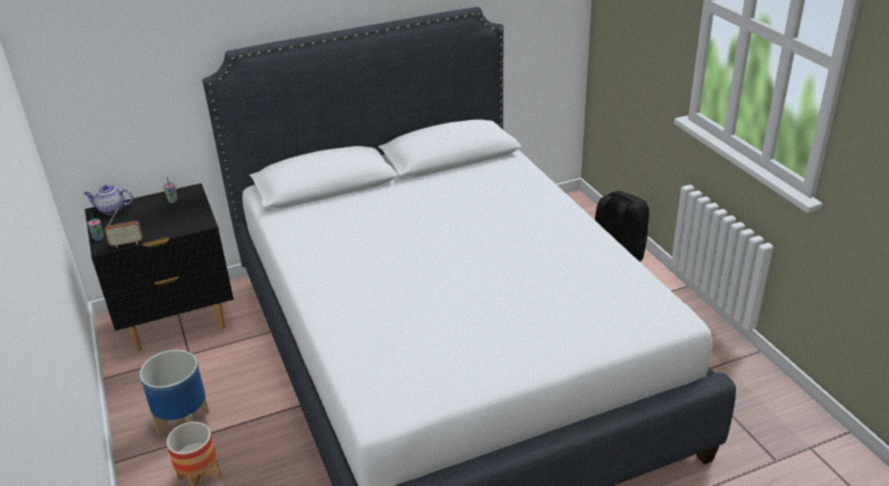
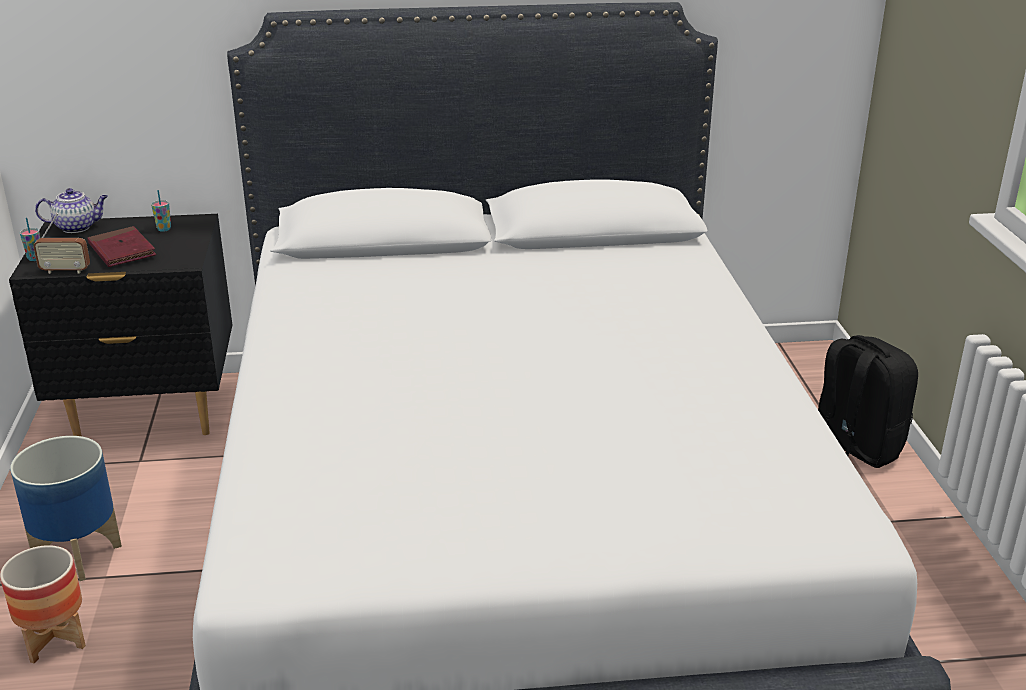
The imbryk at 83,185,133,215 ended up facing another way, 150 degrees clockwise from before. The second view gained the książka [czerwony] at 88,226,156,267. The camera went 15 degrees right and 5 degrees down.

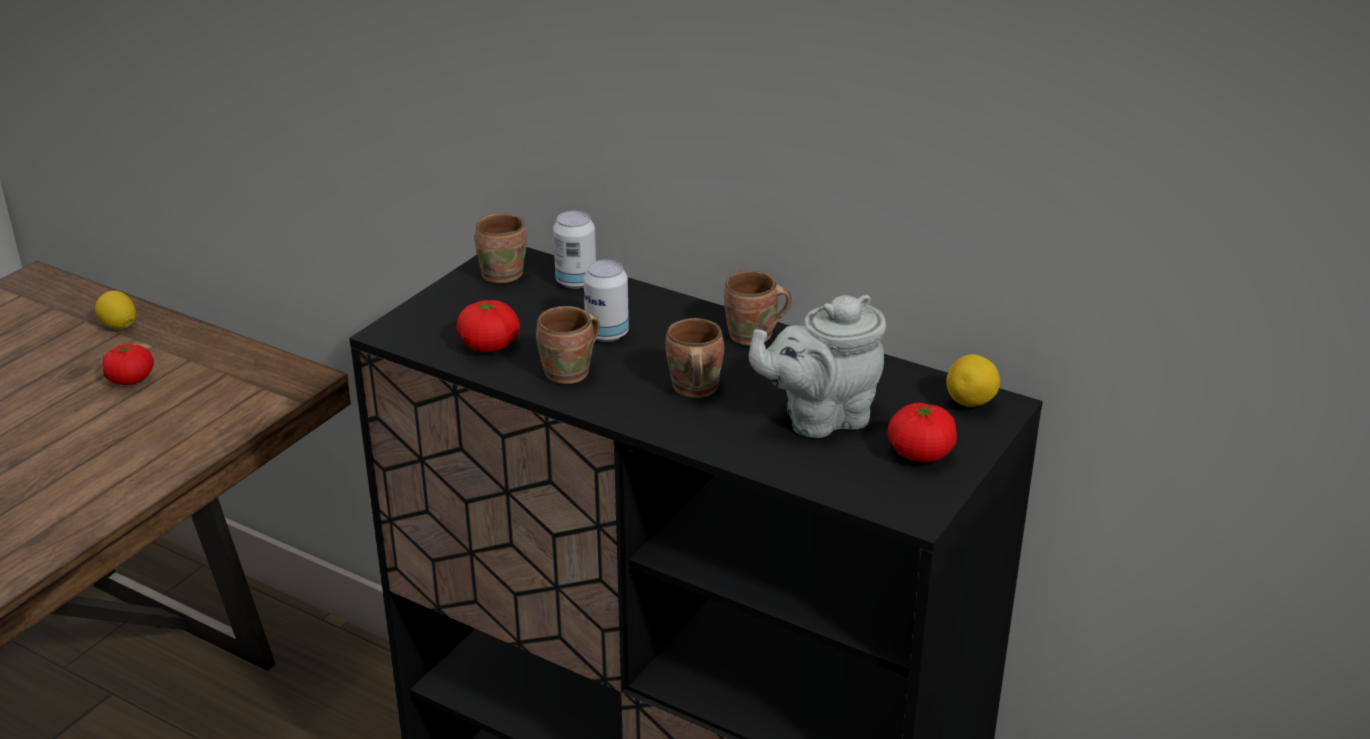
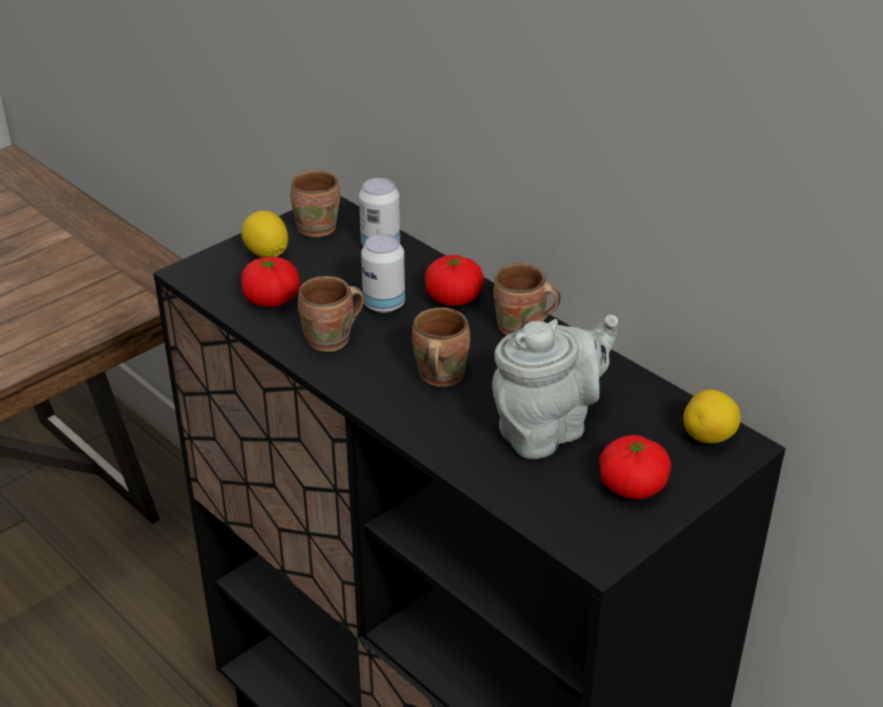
The cytryna ended up elsewhere, having gone from 95,291,136,329 to 241,210,288,258. The imbryk [szary] at 749,295,886,438 ended up facing another way, 150 degrees clockwise from before. The pomidor ended up elsewhere, having gone from 103,344,154,385 to 425,255,484,306. The camera went 15 degrees right and 5 degrees up.

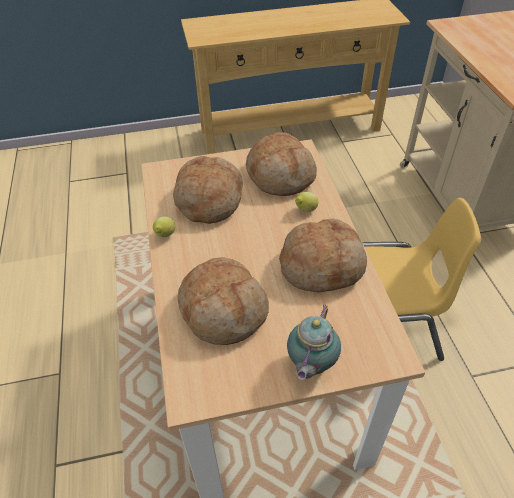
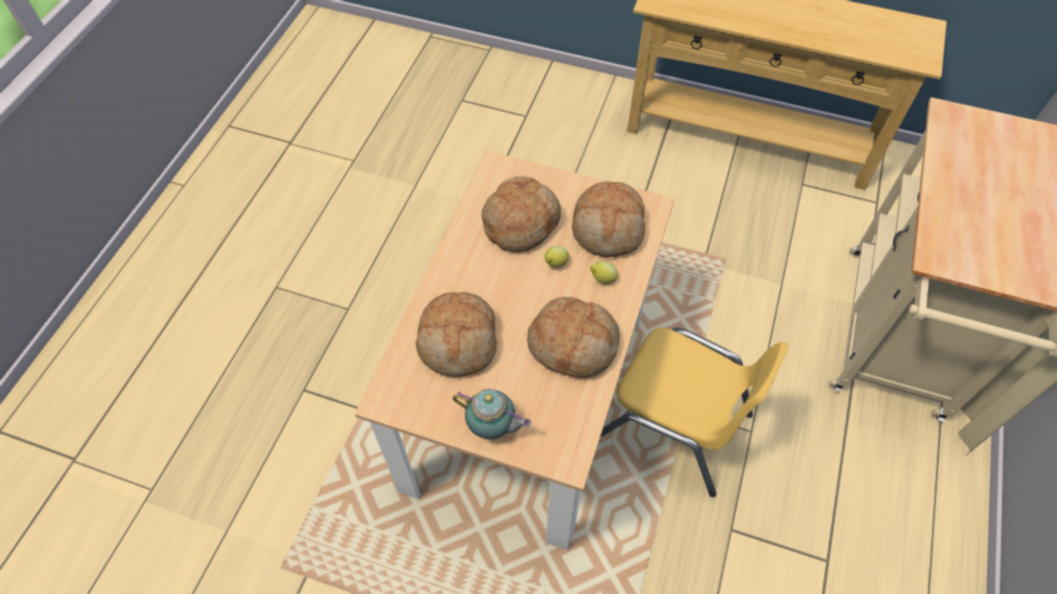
The cytryna ended up elsewhere, having gone from 153,216,175,237 to 545,246,569,267. The imbryk at 287,304,341,380 ended up facing another way, 120 degrees counterclockwise from before. The camera went 30 degrees right and 10 degrees up.

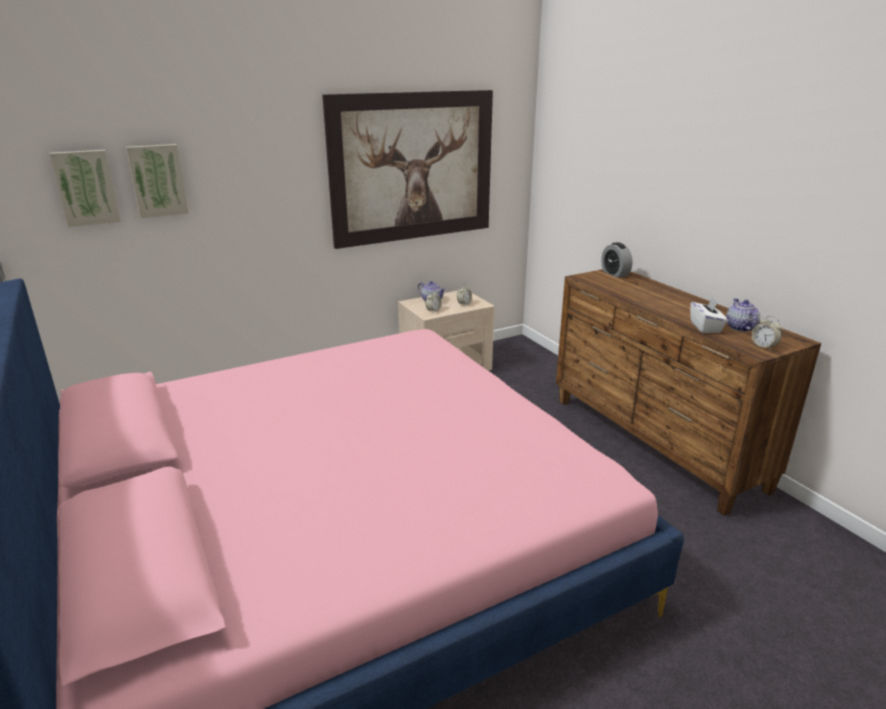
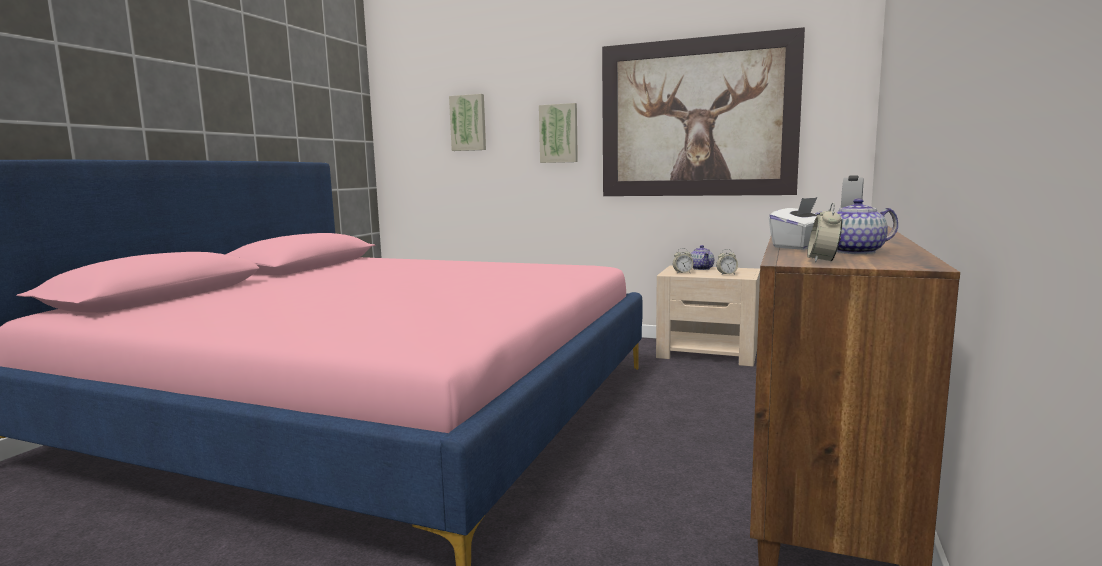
The obraz ended up elsewhere, having gone from 50,150,121,227 to 539,103,578,163. The imbryk at 726,298,760,332 ended up facing another way, 150 degrees counterclockwise from before. The camera went 50 degrees right and 15 degrees down.

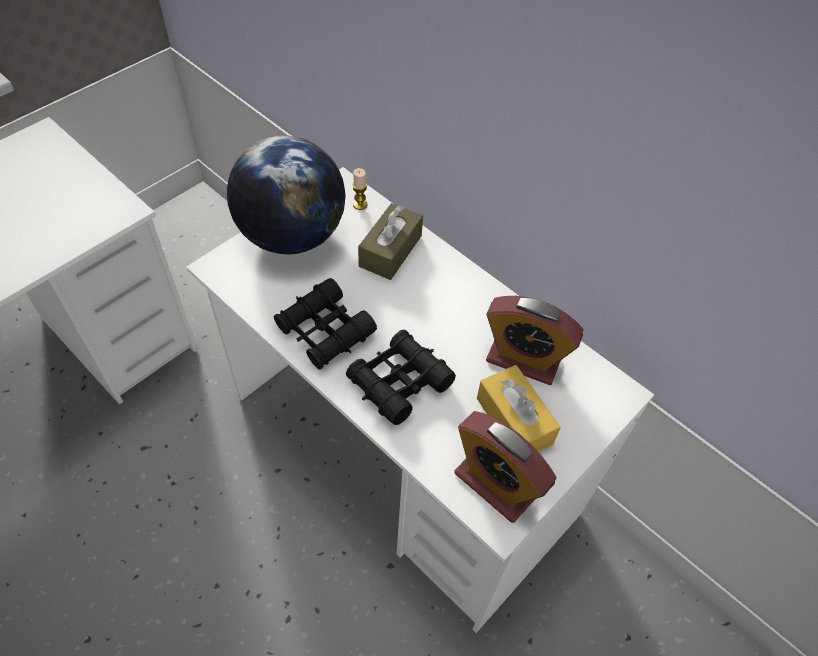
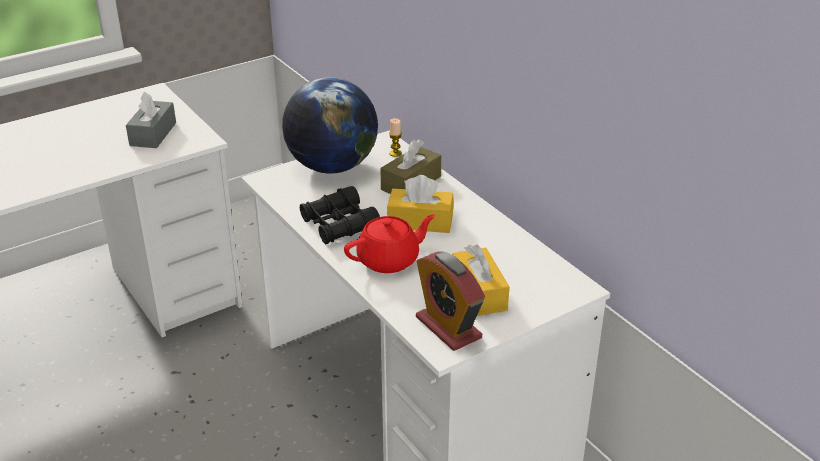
The second view lost the budzik at 486,296,584,385. Where the lornetka [czarny] stood at 346,330,456,425, the imbryk [czerwony] came to stand at 344,215,435,273. The second view gained the pudełko chusteczek [szary] at 126,92,176,148. The second view gained the pudełko chusteczek [żółty] at 387,175,454,233. The camera went 15 degrees right and 20 degrees down.

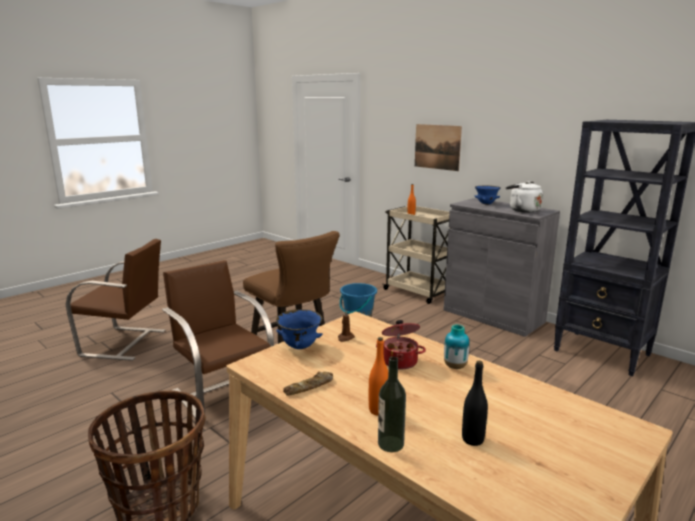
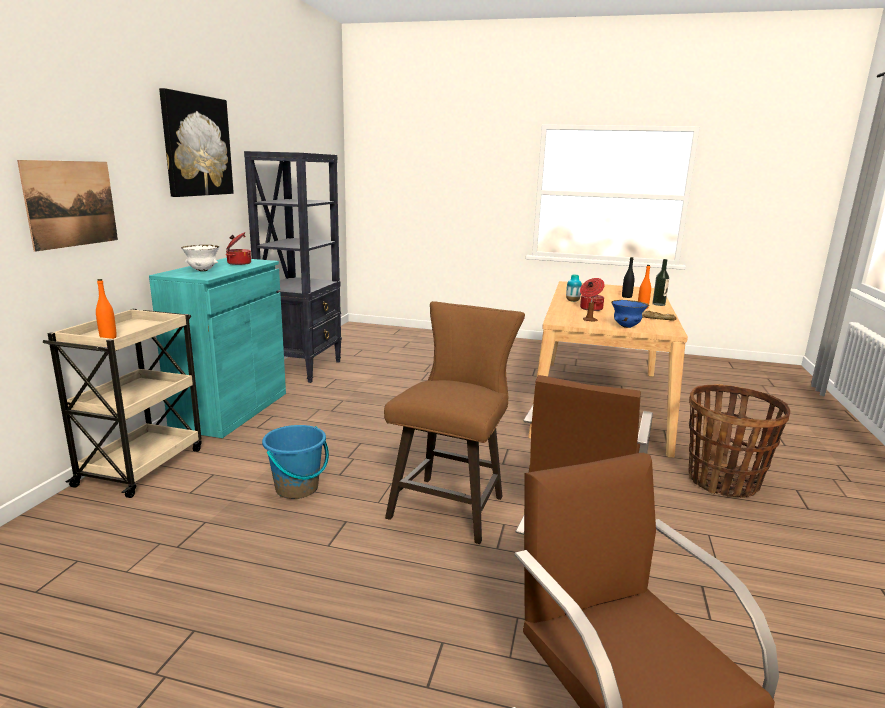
Where the czajnik [biały] stood at 506,181,543,213, the garnek came to stand at 225,232,251,265. What was the miska [niebieski] at 474,185,501,205 turned into the miska [biały] at 181,245,219,271. What was the szafka [szary] at 444,198,560,337 turned into the szafka [turkusowy] at 149,258,286,438. The second view gained the obraz at 159,88,234,197. The camera went 120 degrees left and 0 degrees up.

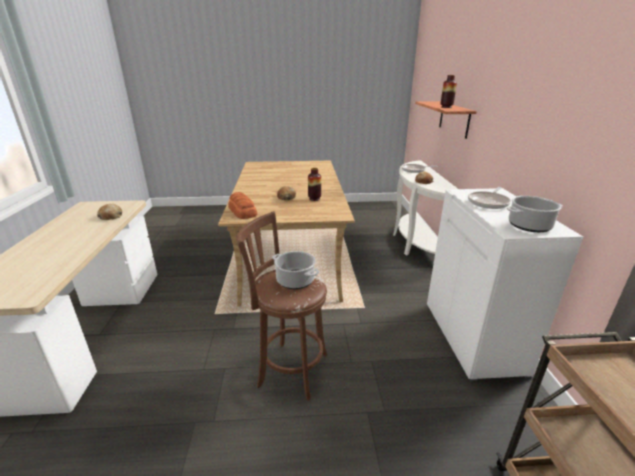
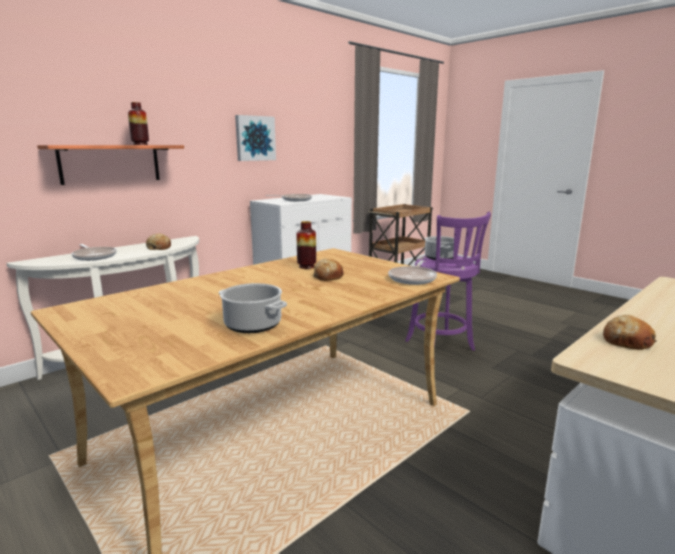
Where the chleb stood at 228,192,257,219, the patelnia came to stand at 388,260,437,285. The garnek ended up elsewhere, having gone from 507,196,563,232 to 219,283,287,333. What was the stołek [brązowy] at 237,211,328,401 turned into the stołek [fioletowy] at 405,212,491,351. The second view gained the obraz at 235,115,276,161. The camera went 130 degrees left and 10 degrees down.

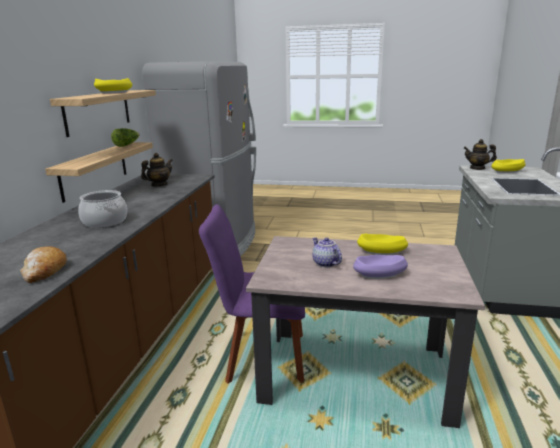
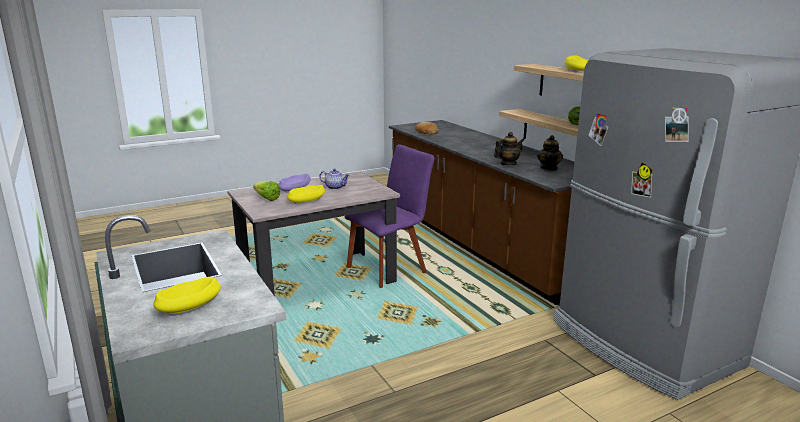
The imbryk ended up elsewhere, having gone from 464,139,497,170 to 494,132,524,165. The second view lost the garnek at 78,190,127,228. The second view gained the sałata at 253,181,280,201. The camera went 140 degrees right and 0 degrees up.

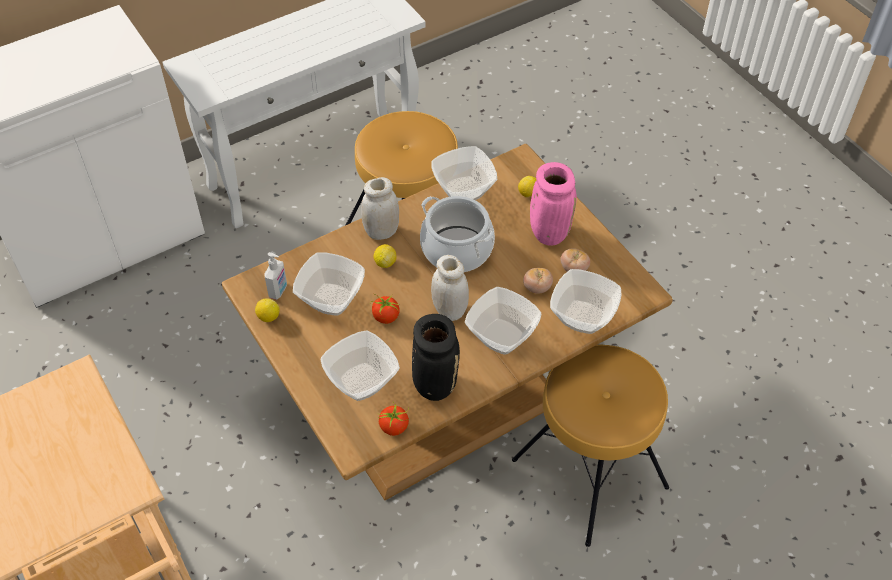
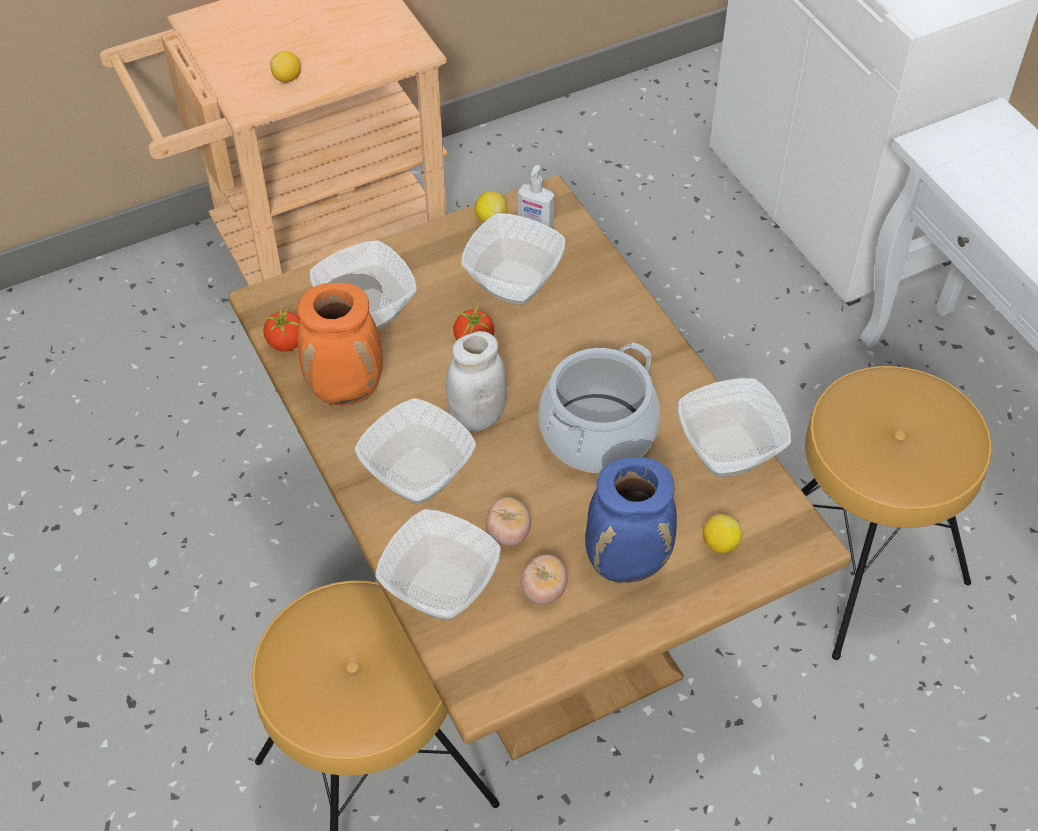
What was the wazon [różowy] at 530,162,576,246 turned into the wazon [niebieski] at 585,457,677,582. The second view lost the słoik [biały] at 361,177,399,240. The cytryna ended up elsewhere, having gone from 374,244,397,268 to 270,51,301,82. What was the wazon [czarny] at 412,314,460,401 turned into the wazon [pomarańczowy] at 297,283,383,405. The camera went 95 degrees right and 0 degrees up.

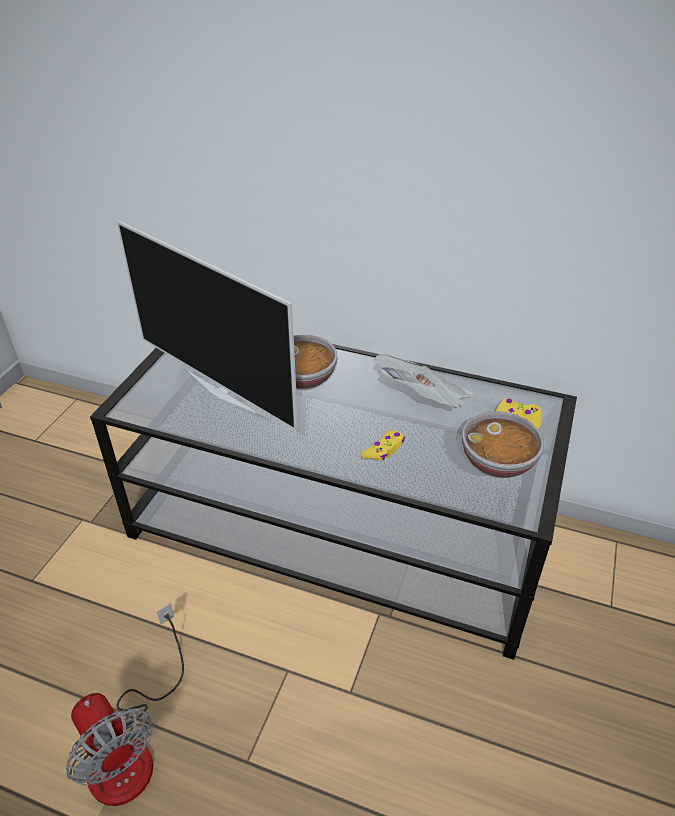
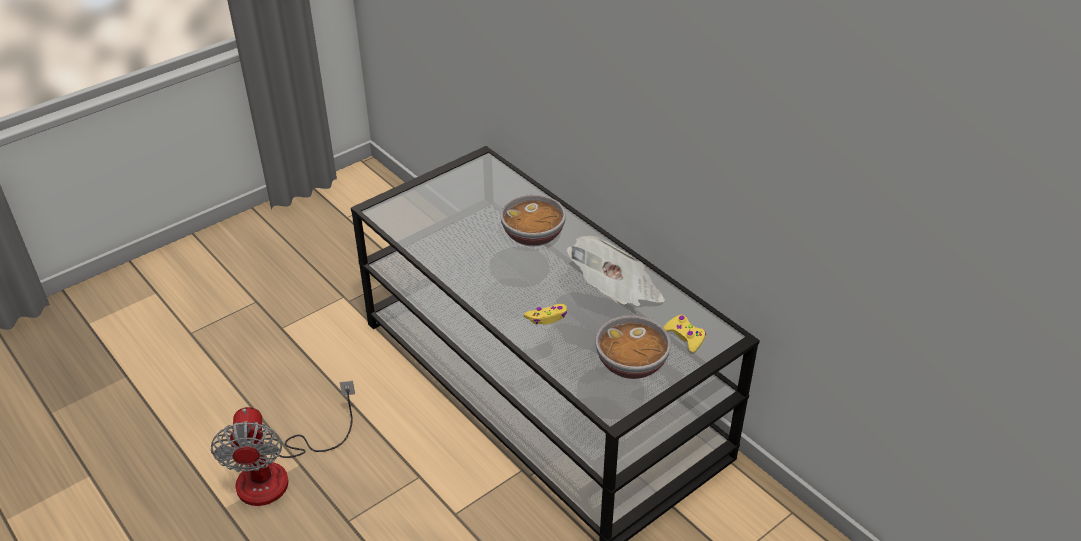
The second view lost the telewizor at 116,220,298,431. The camera went 30 degrees right and 0 degrees up.

